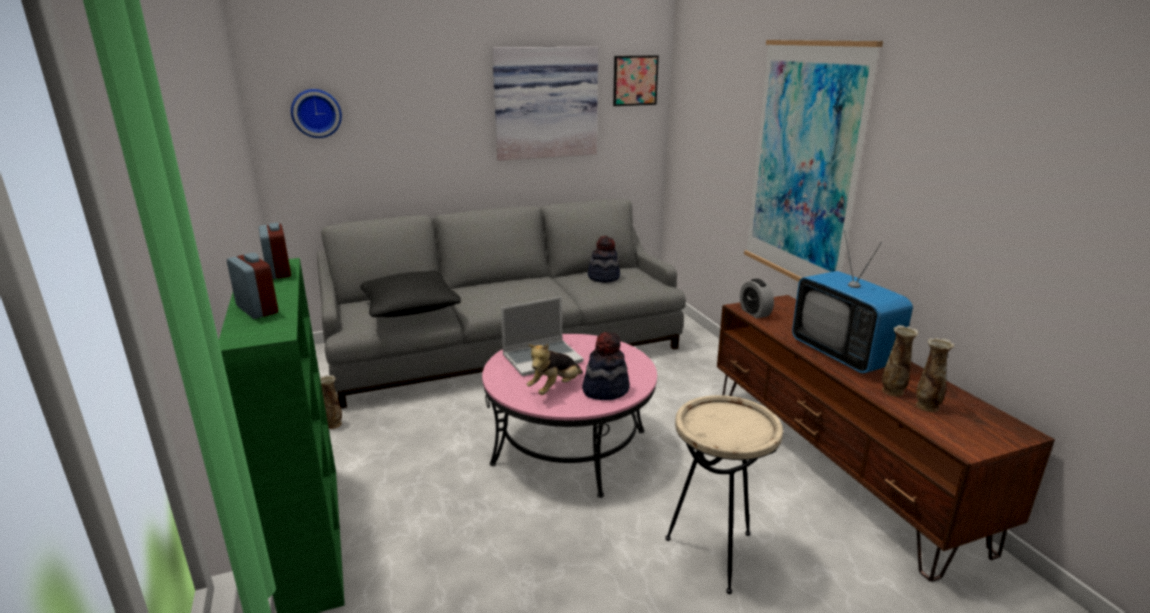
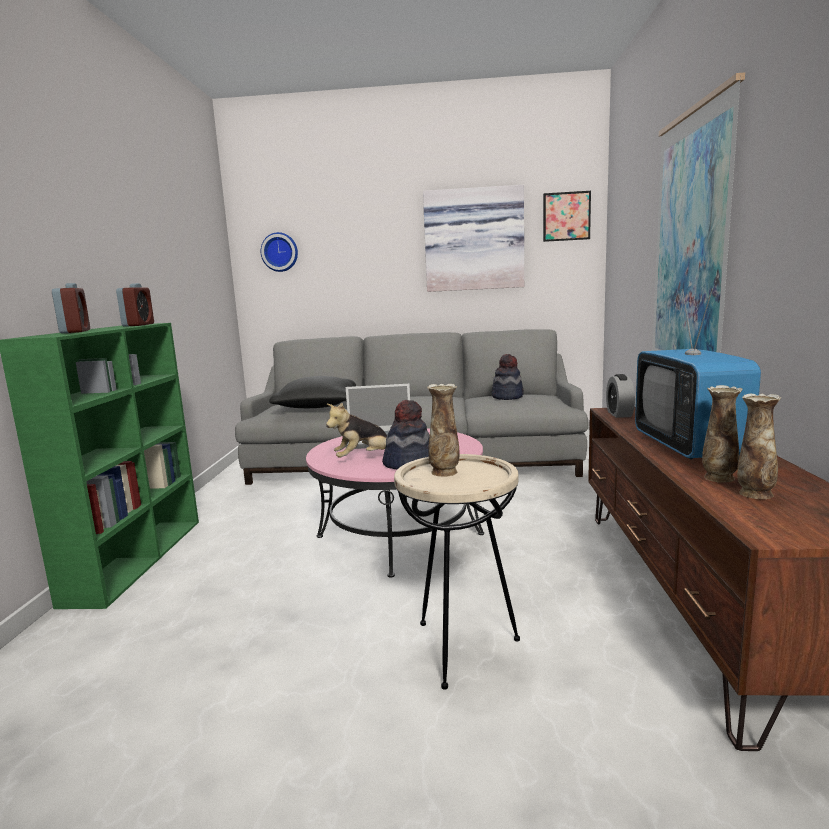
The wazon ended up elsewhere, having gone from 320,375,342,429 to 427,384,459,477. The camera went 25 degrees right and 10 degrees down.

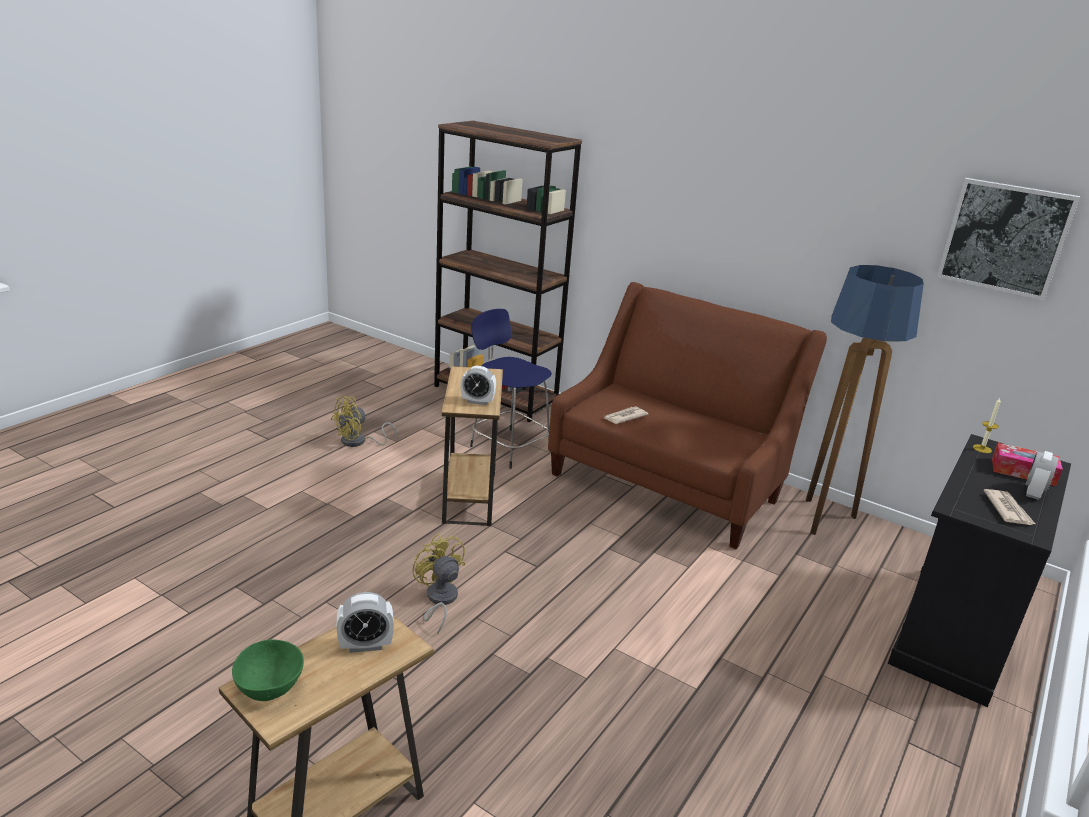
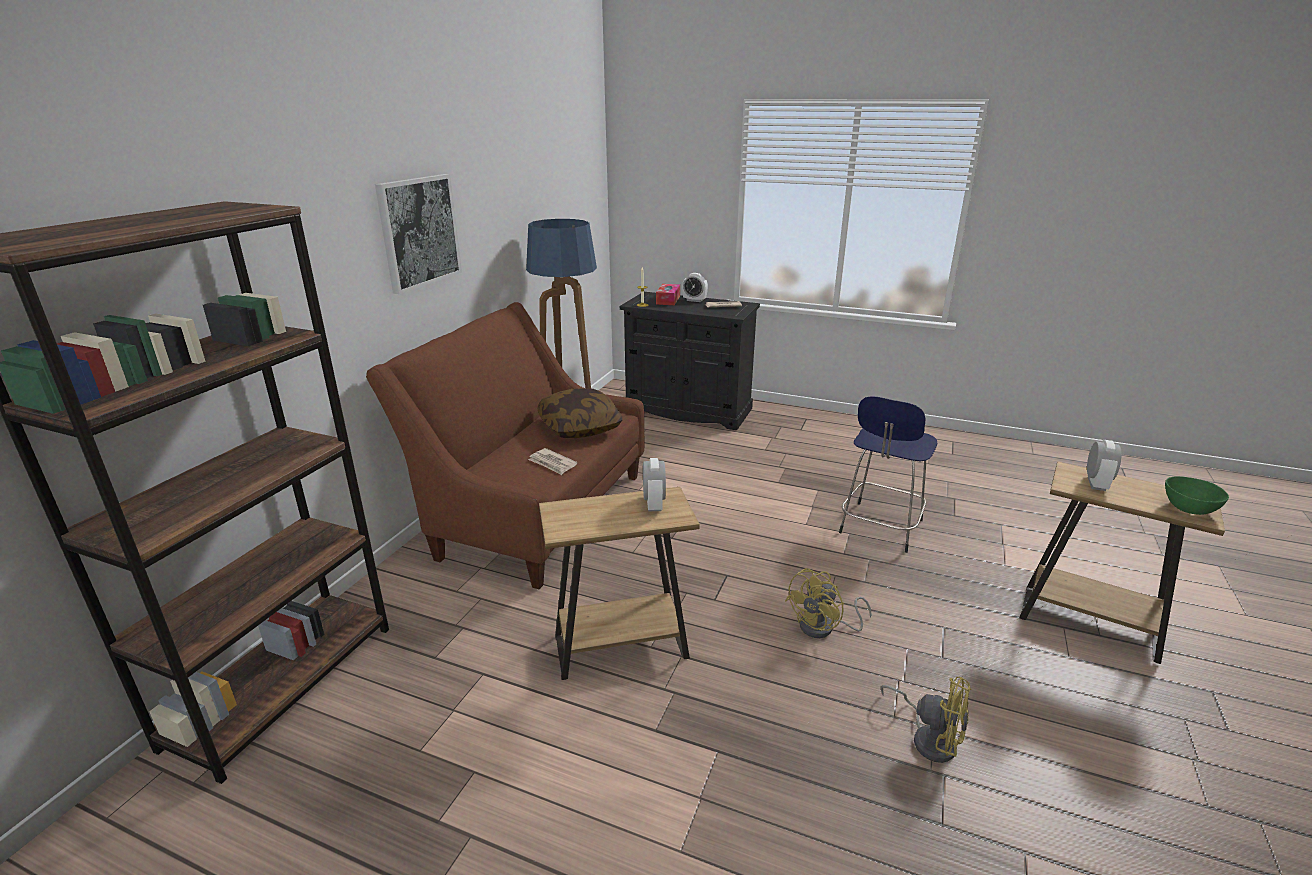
The obraz ended up elsewhere, having gone from 937,178,1080,300 to 375,174,462,294. The stołek [niebieski] ended up elsewhere, having gone from 470,309,552,469 to 839,396,938,553. The wentylator [żółty] ended up elsewhere, having gone from 331,396,398,447 to 880,677,971,763. The budzik at 337,592,394,653 ended up facing another way, 45 degrees clockwise from before. The second view gained the poduszka at 537,388,622,438. The camera went 100 degrees left and 0 degrees up.

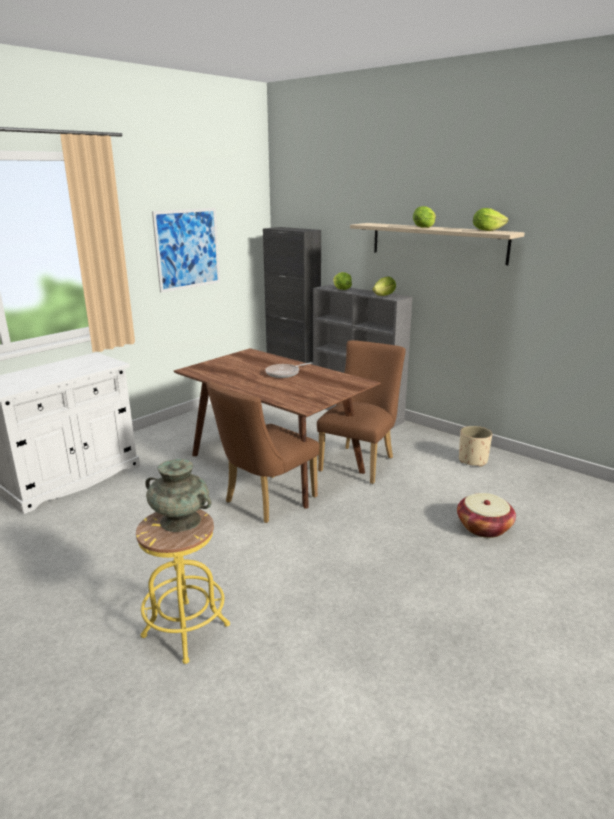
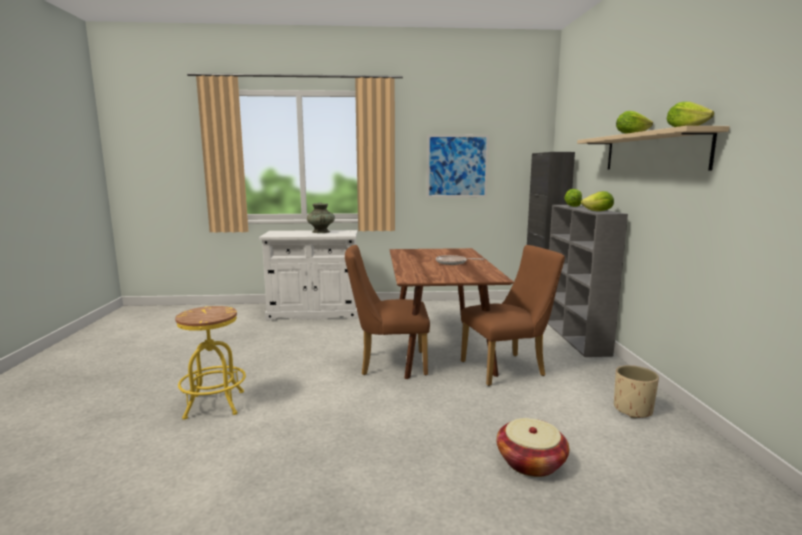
The wazon [turkusowy] ended up elsewhere, having gone from 145,459,211,532 to 307,203,335,233. The camera went 45 degrees right and 10 degrees down.

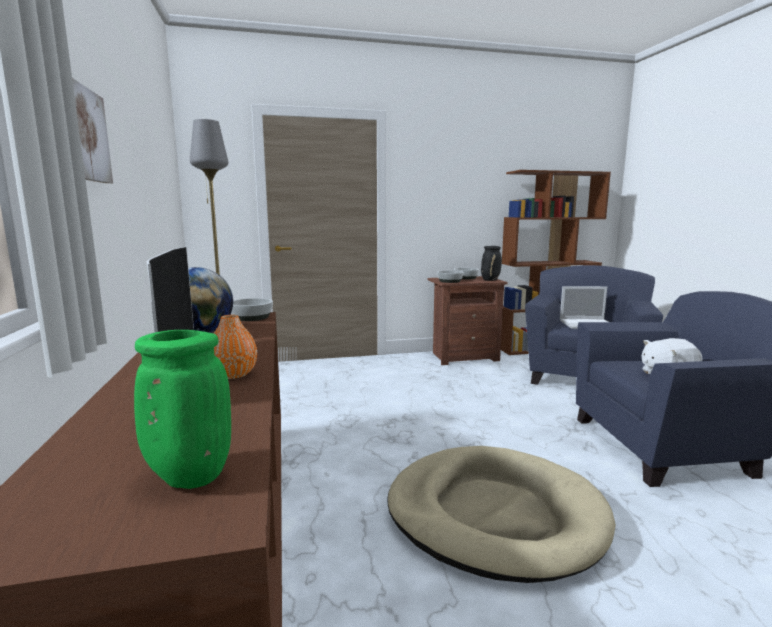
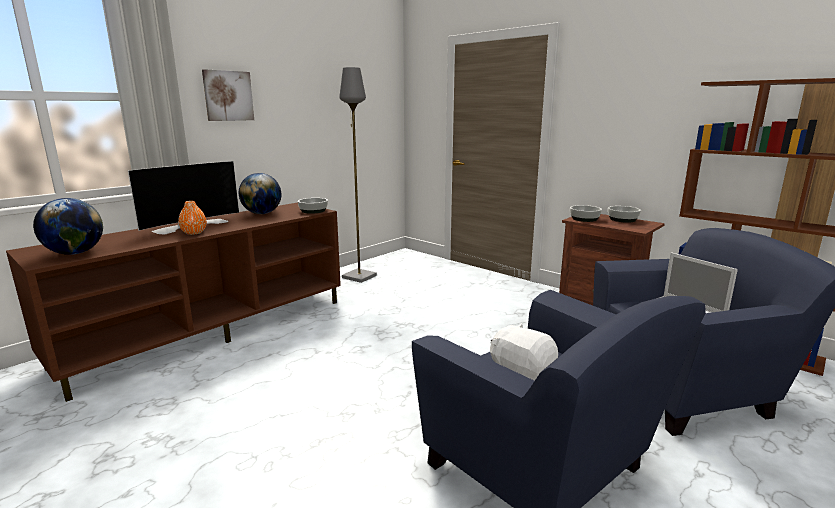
The second view lost the wazon [czarny] at 481,246,502,281. Where the wazon [zielony] stood at 134,330,231,489, the globus came to stand at 33,198,103,255. The second view lost the legowisko [beżowy] at 388,446,616,583. The camera went 55 degrees right and 5 degrees up.

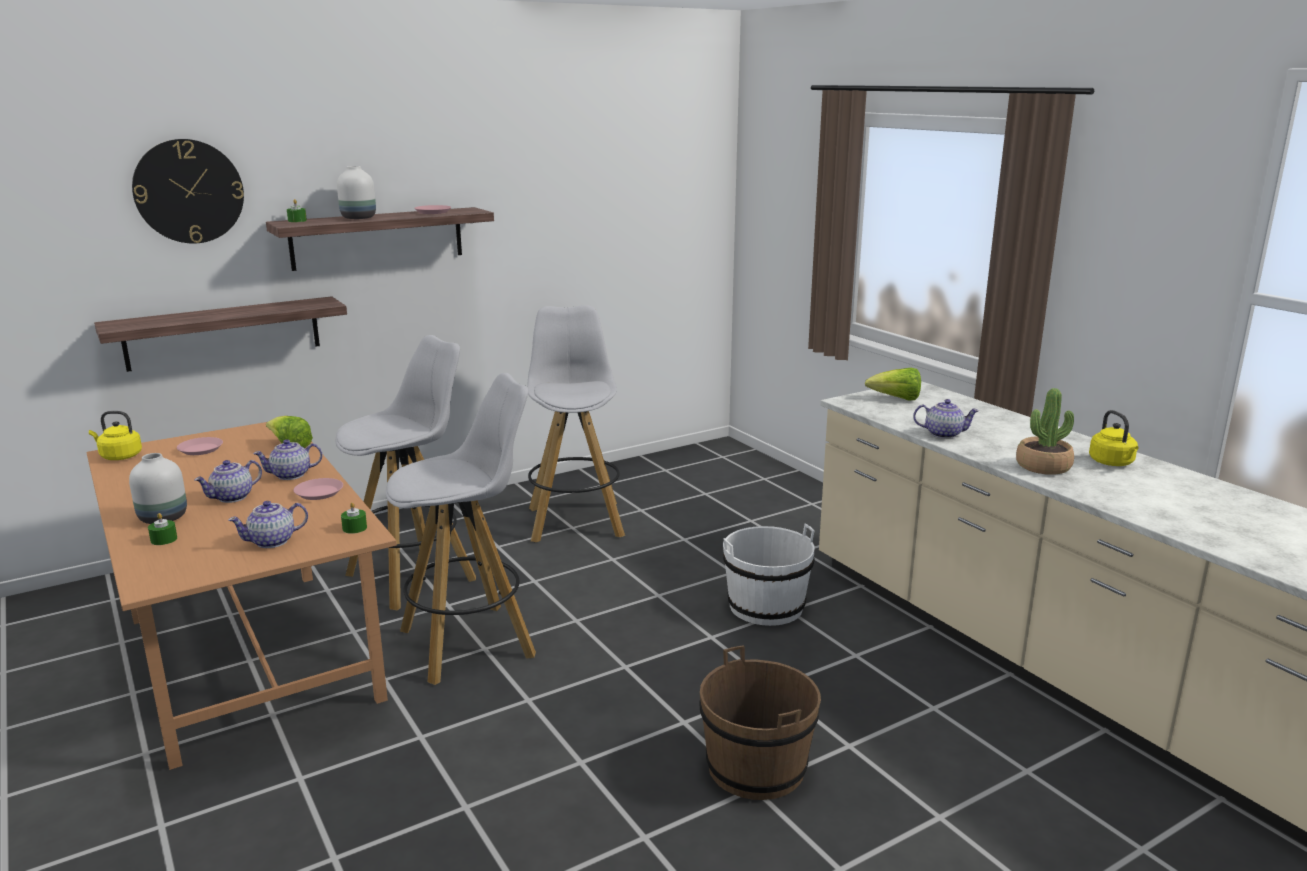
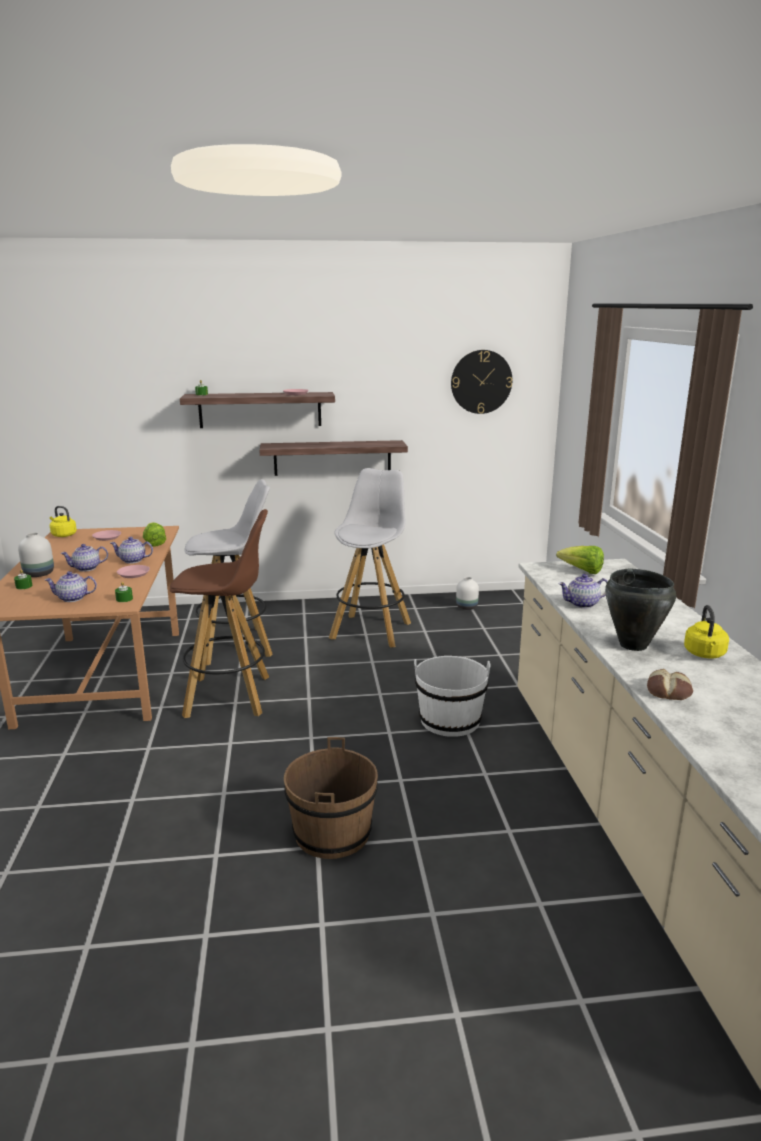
The zegar ścienny ended up elsewhere, having gone from 132,139,244,244 to 451,350,512,414. The wazon [biały] ended up elsewhere, having gone from 337,166,376,219 to 456,577,479,610. The półka ended up elsewhere, having gone from 94,296,347,372 to 259,440,408,476. What was the stołek [biały] at 386,373,536,685 turned into the stołek [brązowy] at 170,509,269,718. Where the roślina doniczkowa stood at 1016,388,1074,475, the garnek [czarny] came to stand at 605,569,676,651. The imbryk at 913,399,979,439 ended up facing another way, 135 degrees clockwise from before. The second view gained the chleb at 647,669,693,700. The camera went 25 degrees right and 0 degrees up.

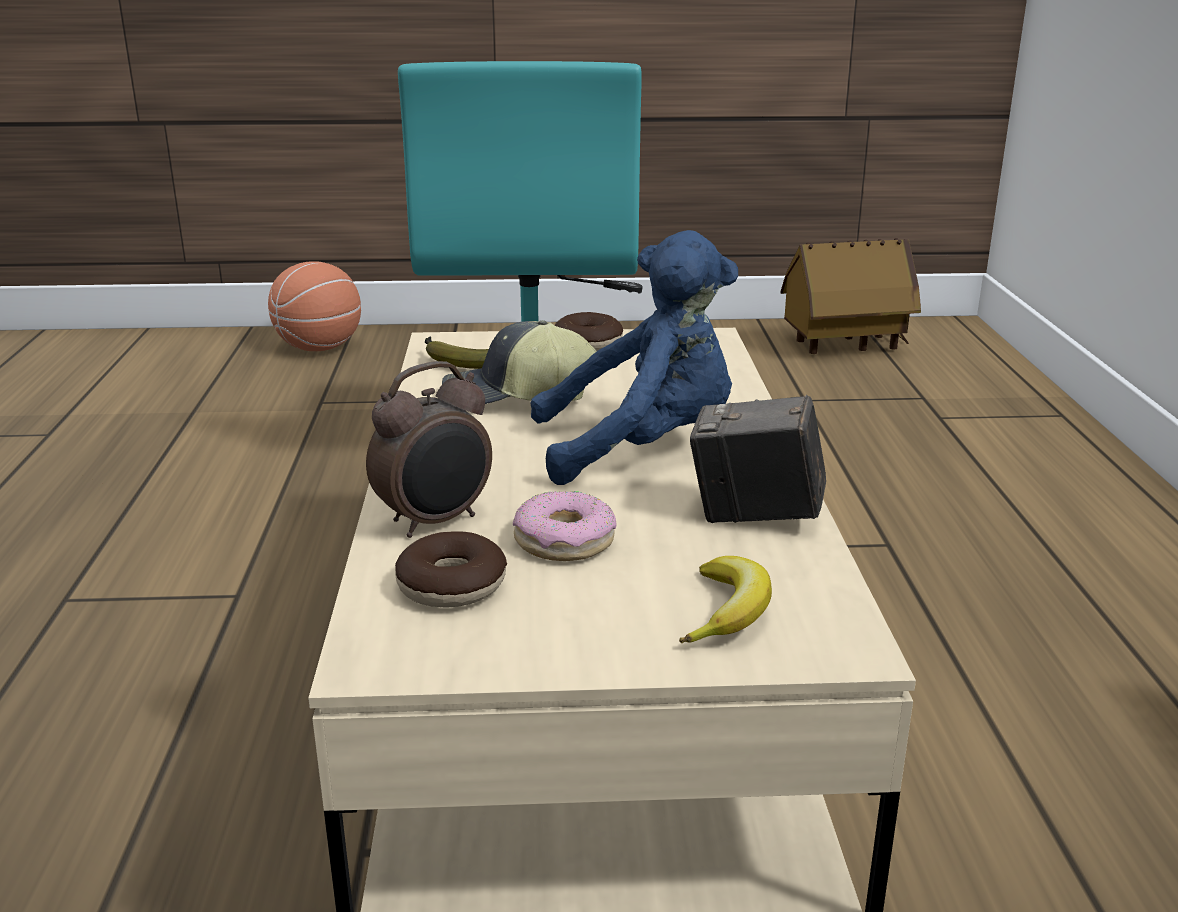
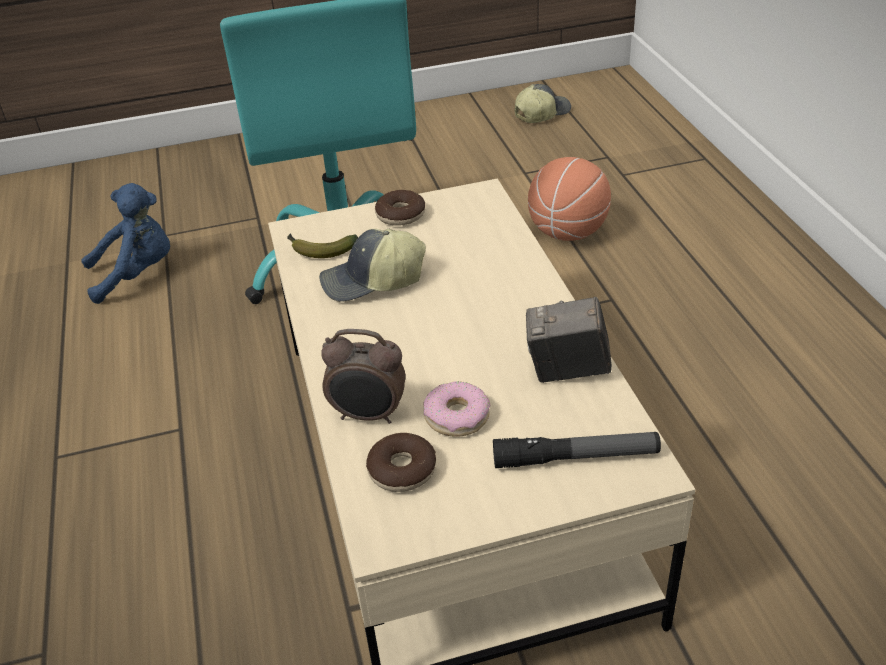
The pluszak [niebieski] ended up elsewhere, having gone from 530,230,738,485 to 81,183,170,304. Where the domek stood at 780,238,921,354, the czapka z daszkiem came to stand at 515,84,571,123. The piłka do koszykówki ended up elsewhere, having gone from 268,261,361,351 to 528,157,611,241. The budzik at 366,361,492,538 ended up facing another way, 60 degrees clockwise from before. Where the banan stood at 679,556,772,643, the latarka came to stand at 493,432,661,468. The camera went 10 degrees left and 15 degrees up.

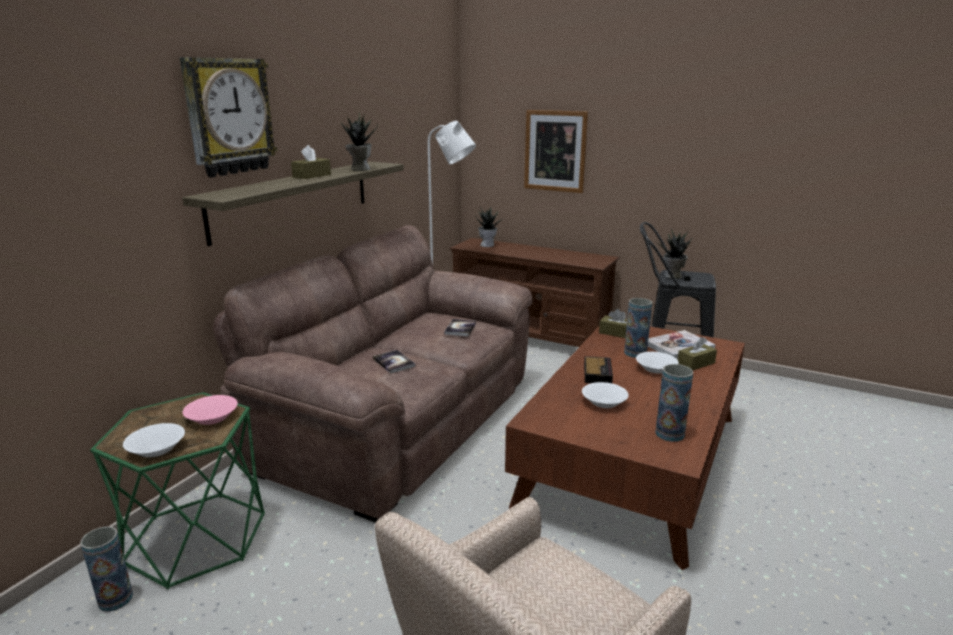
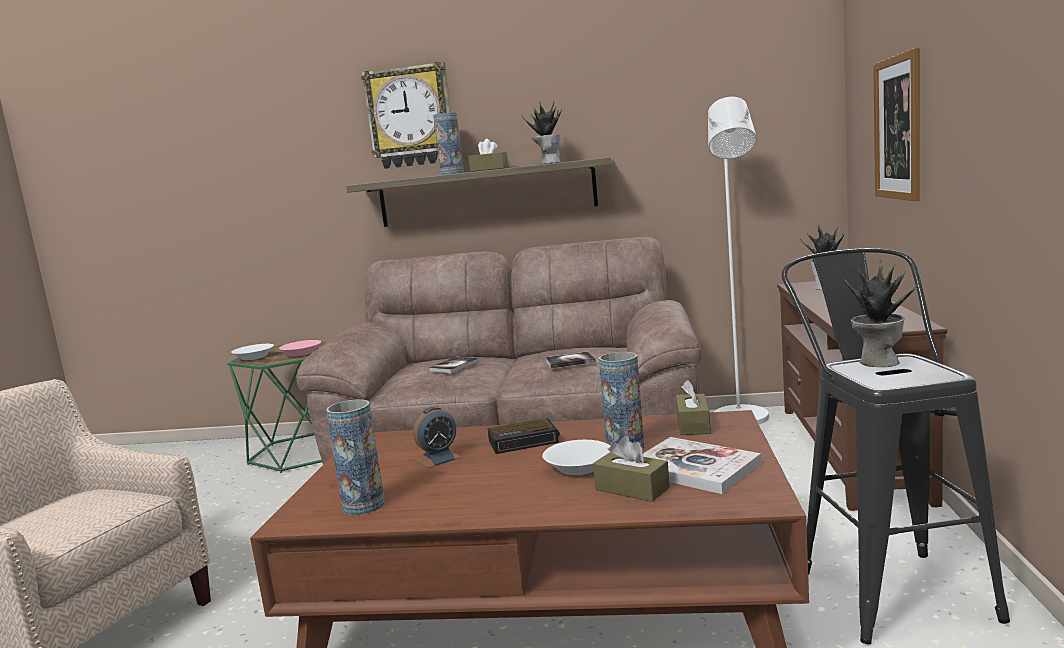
Where the miska [biały] stood at 582,382,629,408, the budzik came to stand at 413,406,462,468. The wazon ended up elsewhere, having gone from 80,526,133,612 to 433,112,464,175. The camera went 70 degrees right and 10 degrees down.

